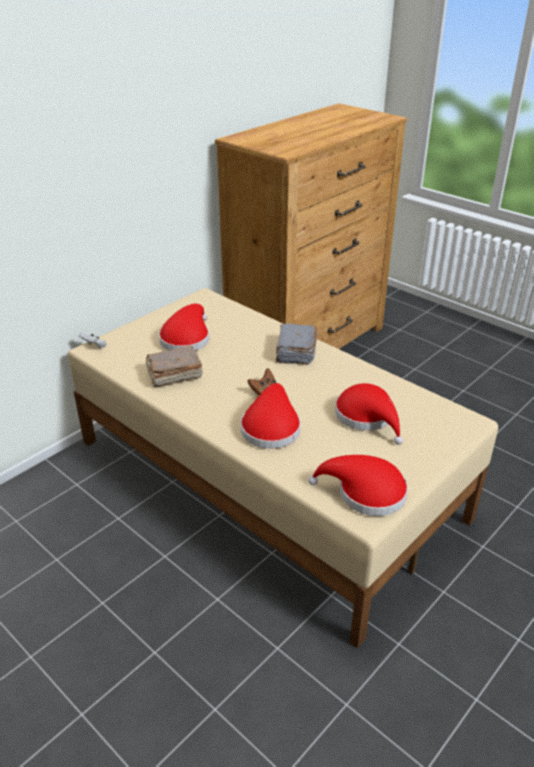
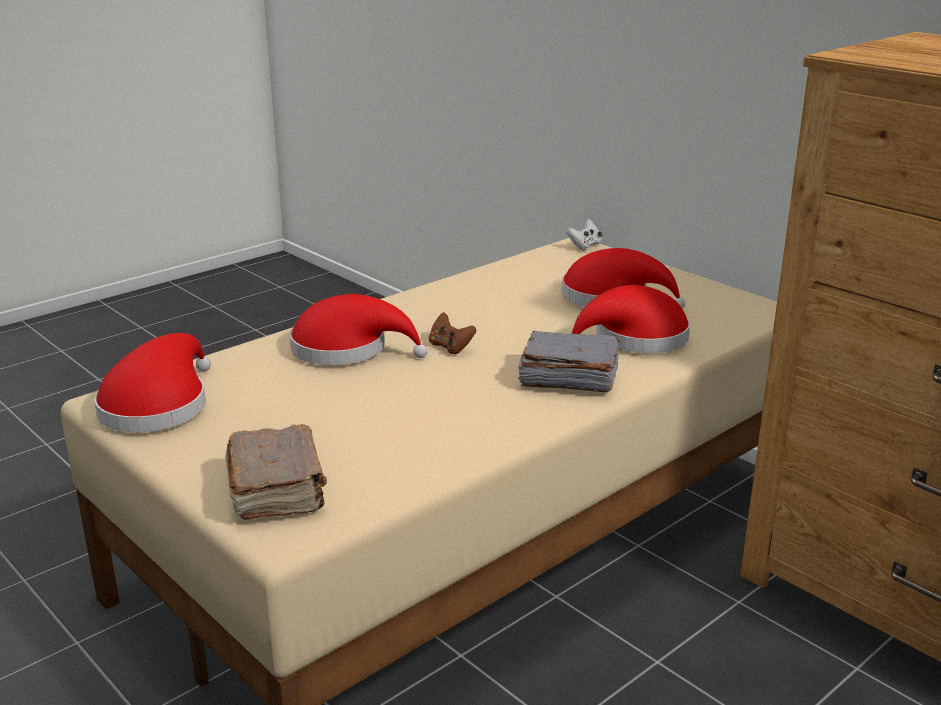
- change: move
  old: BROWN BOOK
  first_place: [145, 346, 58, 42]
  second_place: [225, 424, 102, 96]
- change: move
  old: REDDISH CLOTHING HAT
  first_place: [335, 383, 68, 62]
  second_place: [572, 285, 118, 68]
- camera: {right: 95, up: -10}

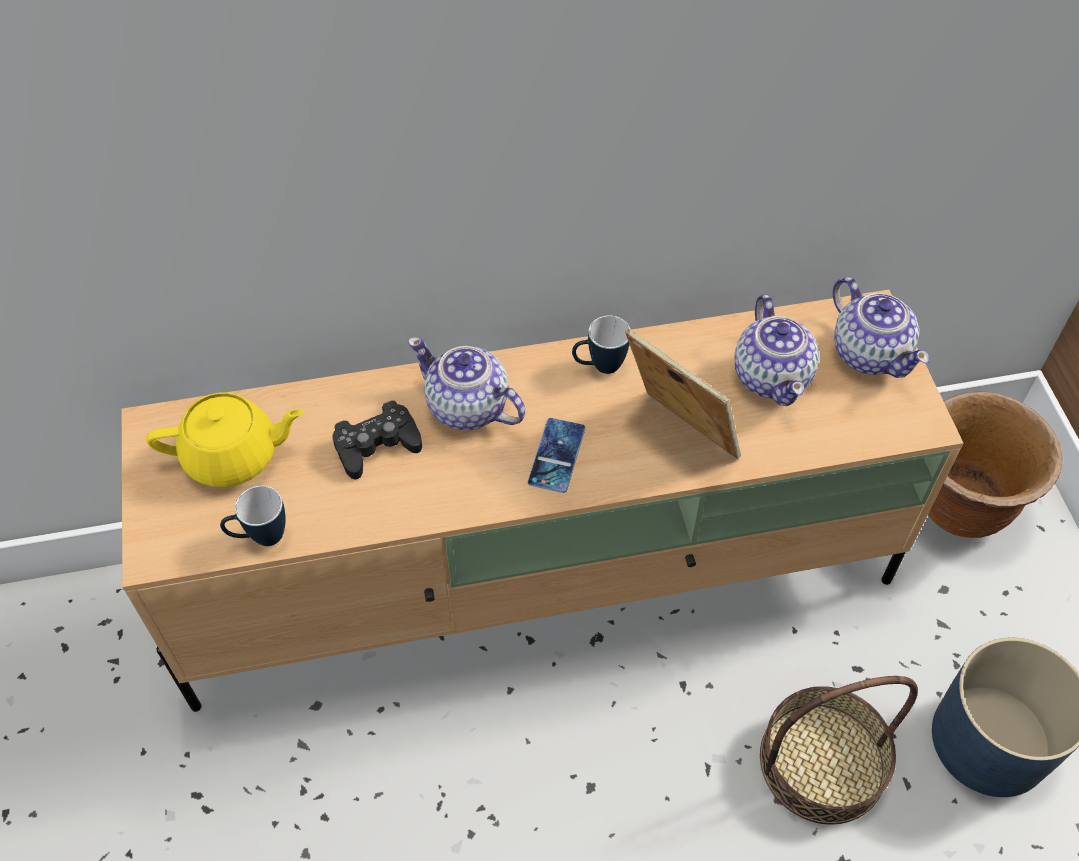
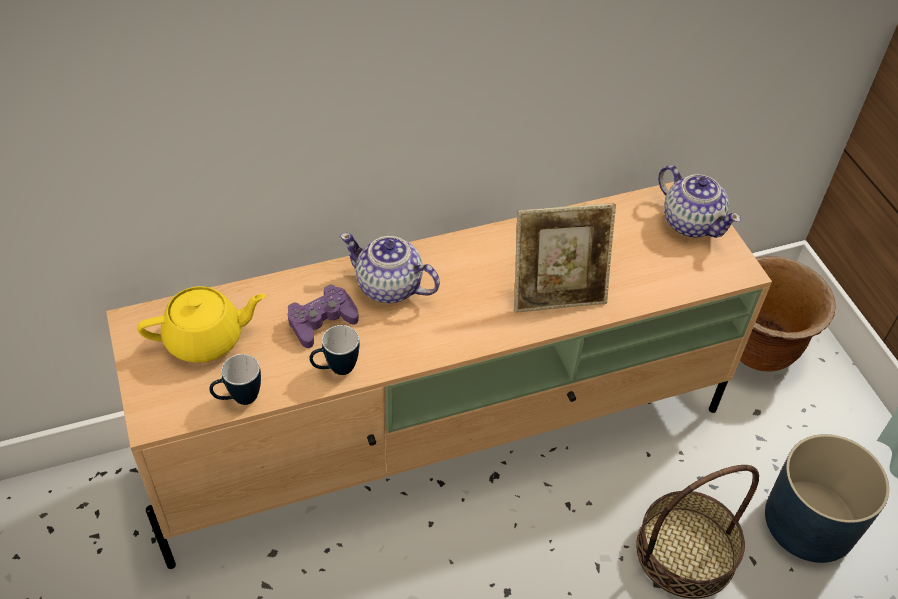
- change: recolor
  old: BLACKISH GAMEPAD
  new: PURPLE GAMEPAD
  first_place: [333, 400, 89, 80]
  second_place: [288, 284, 71, 64]
- change: move
  old: MUG
  first_place: [572, 316, 59, 58]
  second_place: [309, 325, 50, 50]
- change: rotate
  old: STANDING FRAME
  first_place: [625, 329, 116, 130]
  second_place: [514, 203, 102, 110]
  degrees: 135
- change: delete
  old: PHONE
  first_place: [528, 418, 57, 75]
- change: delete
  old: TEA POT
  first_place: [735, 295, 84, 111]
- camera: {right: -10, up: -5}

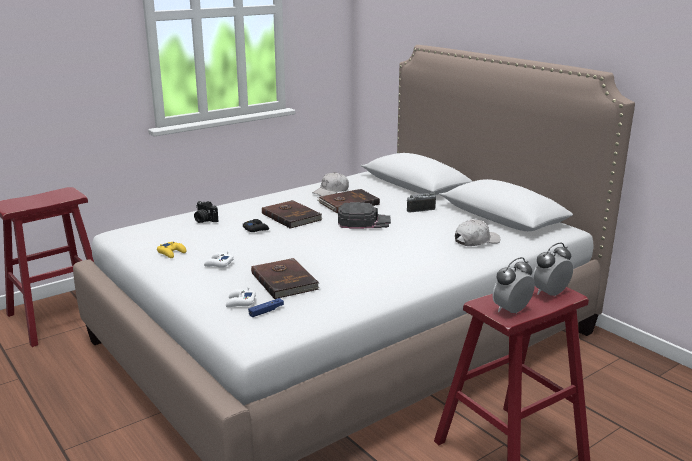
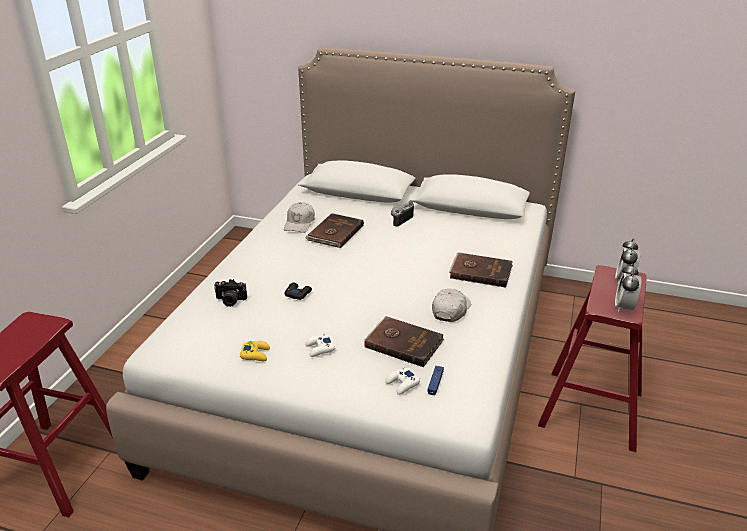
- change: move
  old: WHITE-COLOURED BASEBALL CAP
  first_place: [455, 219, 46, 27]
  second_place: [432, 289, 39, 33]
- change: move
  old: BROWN BOOK
  first_place: [262, 200, 61, 29]
  second_place: [449, 253, 64, 34]
- change: delete
  old: BLACKISH BASEBALL CAP
  first_place: [338, 202, 53, 27]
- camera: {right: -35, up: 10}

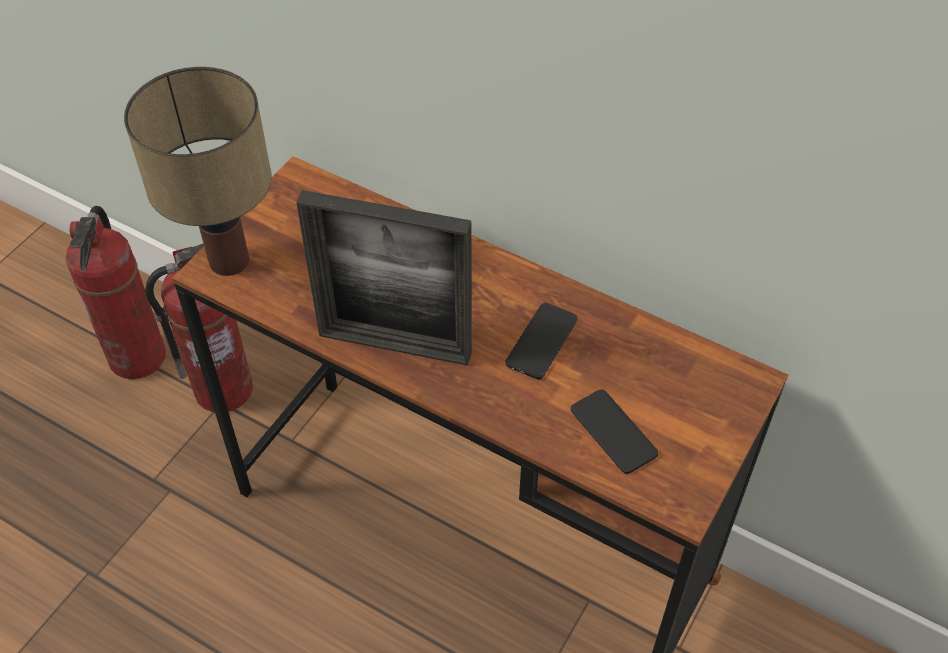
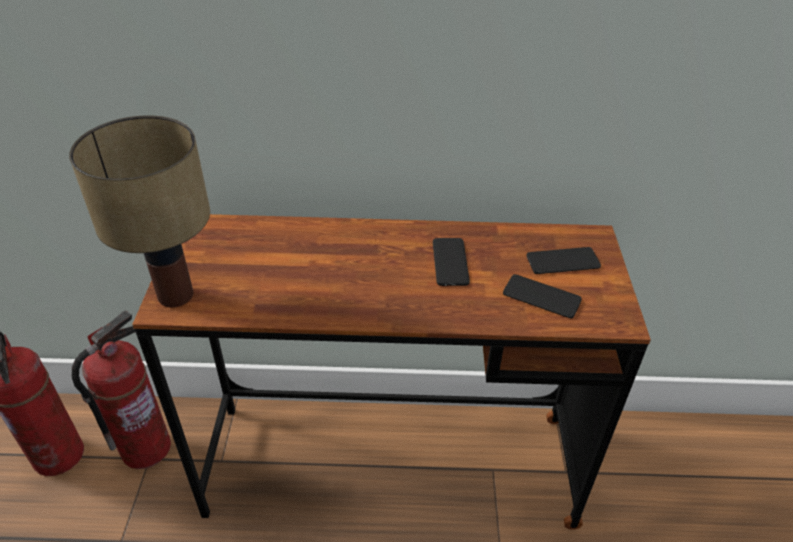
- change: insert
  new: PHONE
  second_place: [526, 247, 75, 27]
- change: delete
  old: STANDING FRAME
  first_place: [296, 190, 176, 176]
- camera: {right: -30, up: -10}

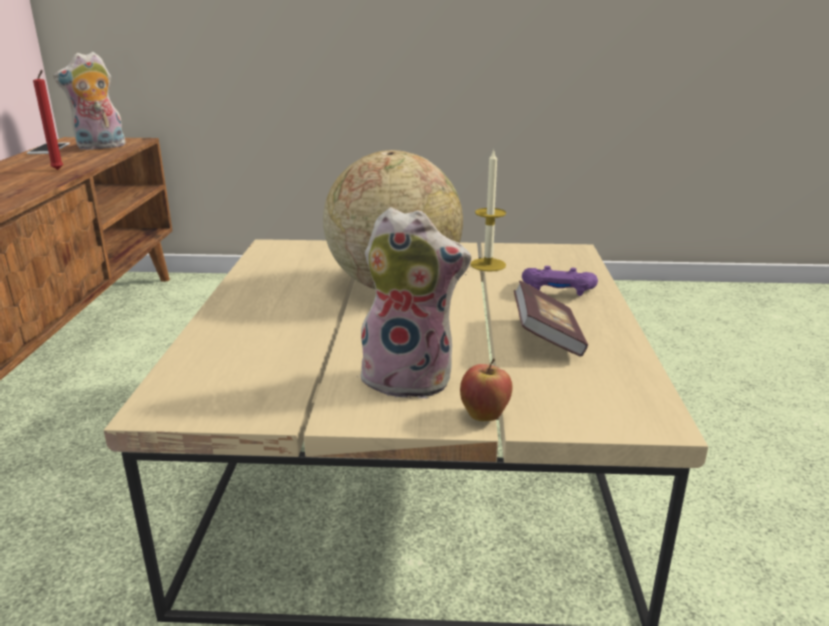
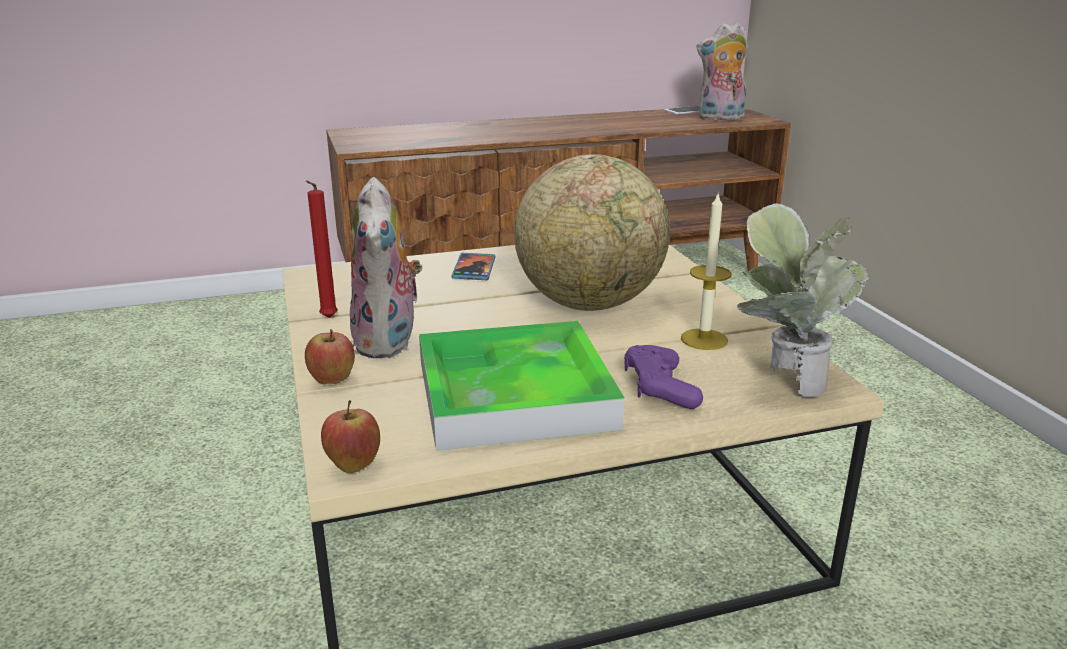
- change: move
  old: REDDISH WAX LIGHT
  first_place: [33, 70, 30, 100]
  second_place: [306, 180, 32, 138]
- change: insert
  new: WHOLE APPLE
  second_place: [321, 400, 59, 73]
- change: replace
  old: BOOK
  new: TRAY
  first_place: [514, 280, 74, 77]
  second_place: [419, 321, 206, 130]
- change: insert
  new: PHONE
  second_place: [451, 253, 44, 27]
- change: rotate
  old: SOFT TOY
  first_place: [53, 52, 73, 98]
  second_place: [696, 23, 52, 97]
  degrees: -45
- change: insert
  new: HOUSEPLANT
  second_place: [737, 203, 132, 195]
- camera: {right: 70, up: 0}

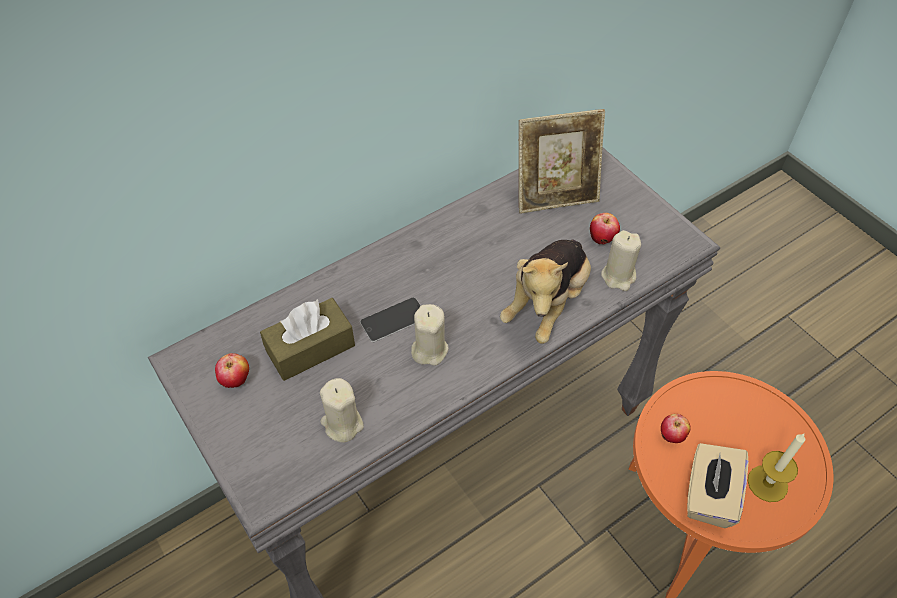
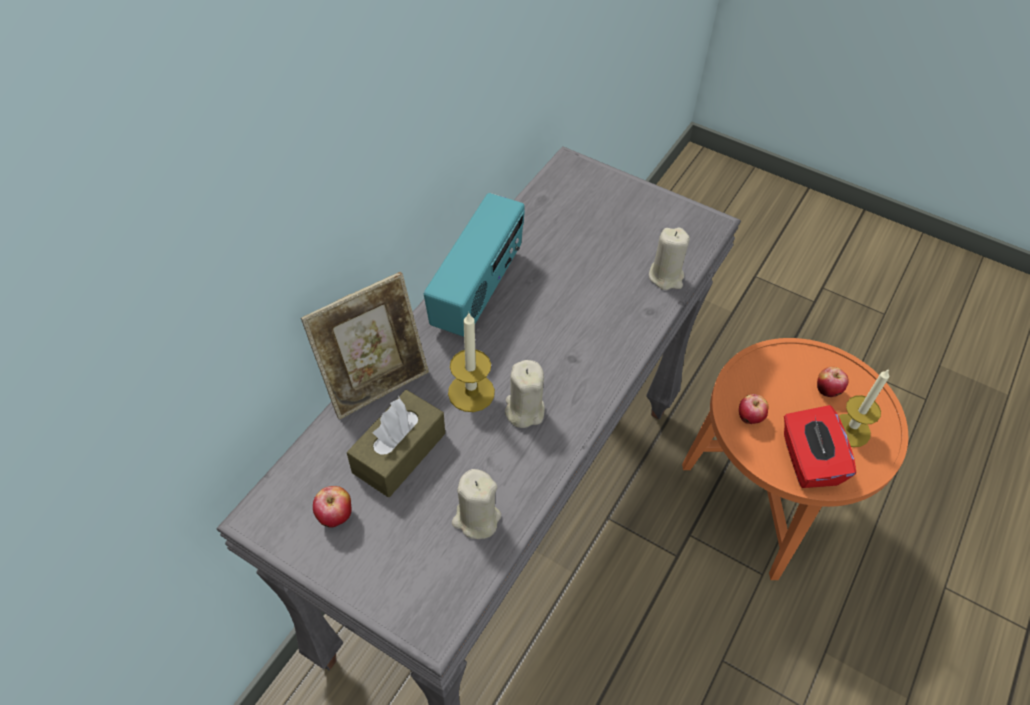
- change: move
  old: STANDING FRAME
  first_place: [519, 109, 86, 104]
  second_place: [301, 272, 128, 148]
- change: insert
  new: RADIO
  second_place: [424, 193, 101, 144]
- change: replace
  old: PHONE
  new: WAX LIGHT
  first_place: [360, 297, 61, 45]
  second_place: [448, 312, 47, 100]
- change: recolor
  old: BEIGE-COLOURED TISSUE HOLDER
  new: REDDISH TISSUE HOLDER
  first_place: [687, 443, 61, 85]
  second_place: [784, 405, 72, 83]
- change: move
  old: WHOLE APPLE
  first_place: [590, 213, 30, 32]
  second_place: [817, 367, 32, 30]
- change: delete
  old: SOFT TOY
  first_place: [500, 239, 91, 105]
- camera: {right: -25, up: 0}

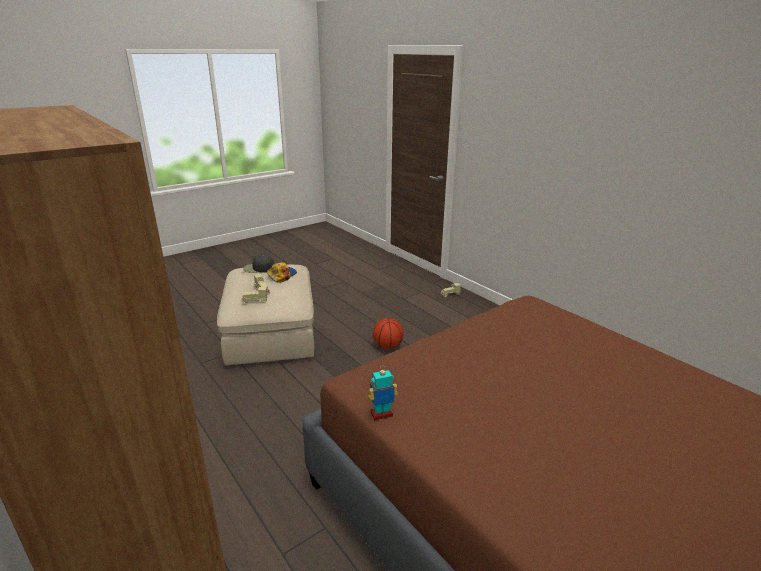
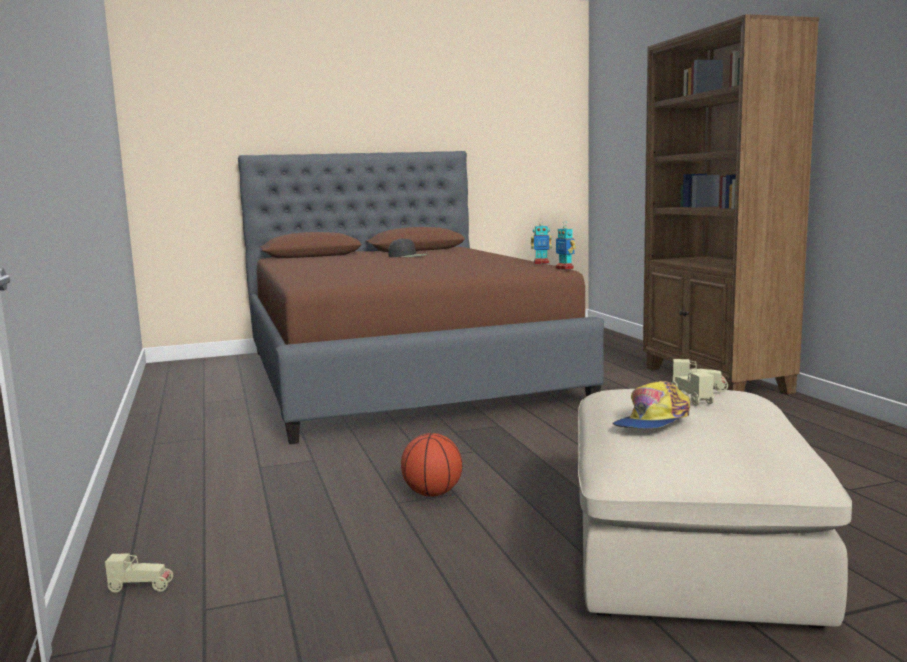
- change: move
  old: BLACKISH BASEBALL CAP
  first_place: [243, 255, 32, 18]
  second_place: [388, 238, 39, 19]
- change: insert
  new: MODEL ROBOT
  second_place: [556, 222, 20, 48]
- camera: {right: -160, up: -15}

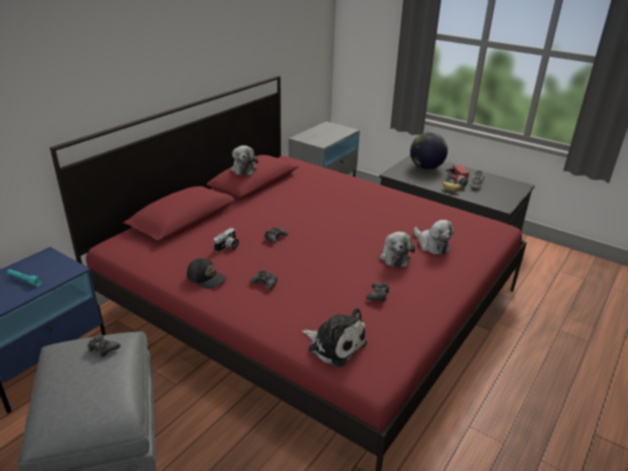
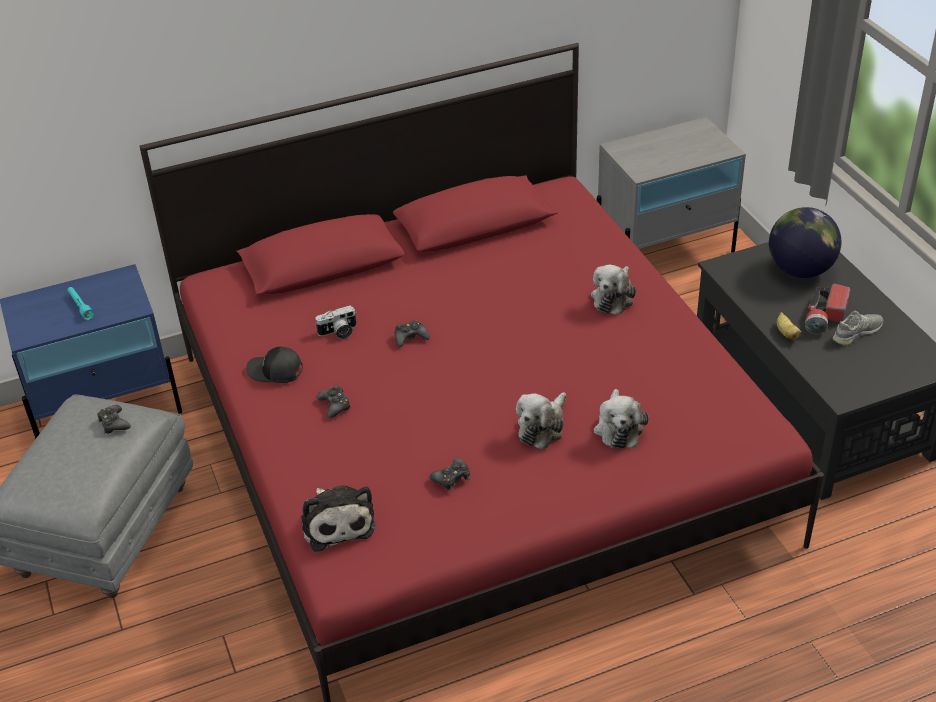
- change: rotate
  old: BLACKISH BASEBALL CAP
  first_place: [187, 258, 40, 30]
  second_place: [246, 347, 57, 36]
  degrees: 135
- change: move
  old: SOFT TOY
  first_place: [231, 145, 27, 30]
  second_place: [591, 265, 45, 50]
- camera: {right: 35, up: 10}

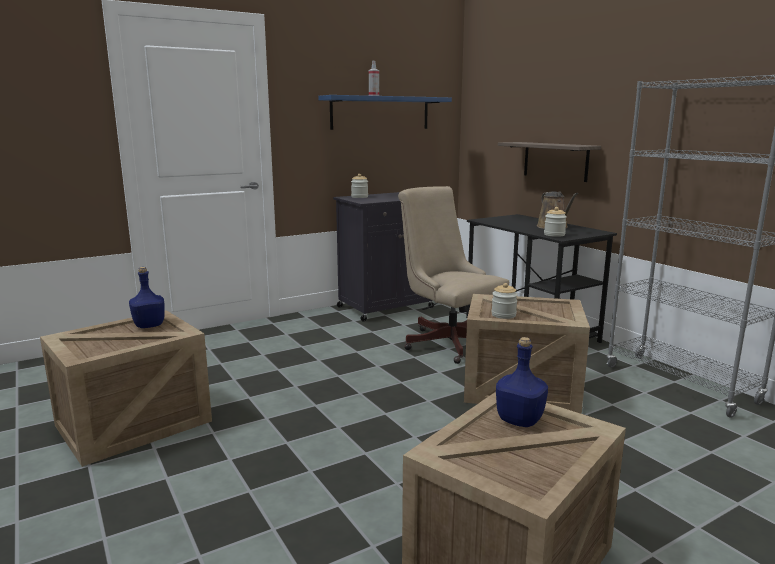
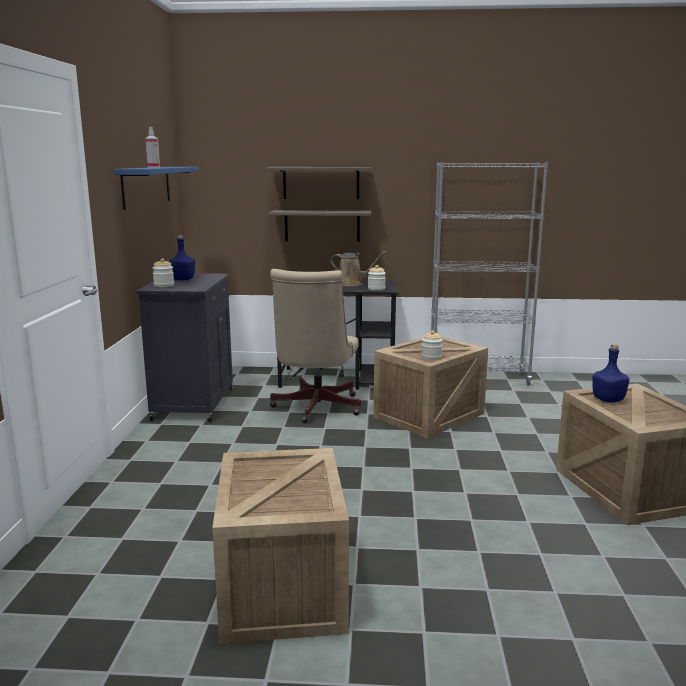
- change: move
  old: BLUISH BOTTLE
  first_place: [129, 267, 36, 61]
  second_place: [169, 235, 26, 45]
- change: insert
  new: SHELF
  second_place: [267, 167, 104, 32]
- change: rotate
  old: BEIGE-COLOURED OFFICE CHAIR
  first_place: [398, 186, 111, 178]
  second_place: [270, 269, 91, 154]
  degrees: -75
- camera: {right: -55, up: 0}

